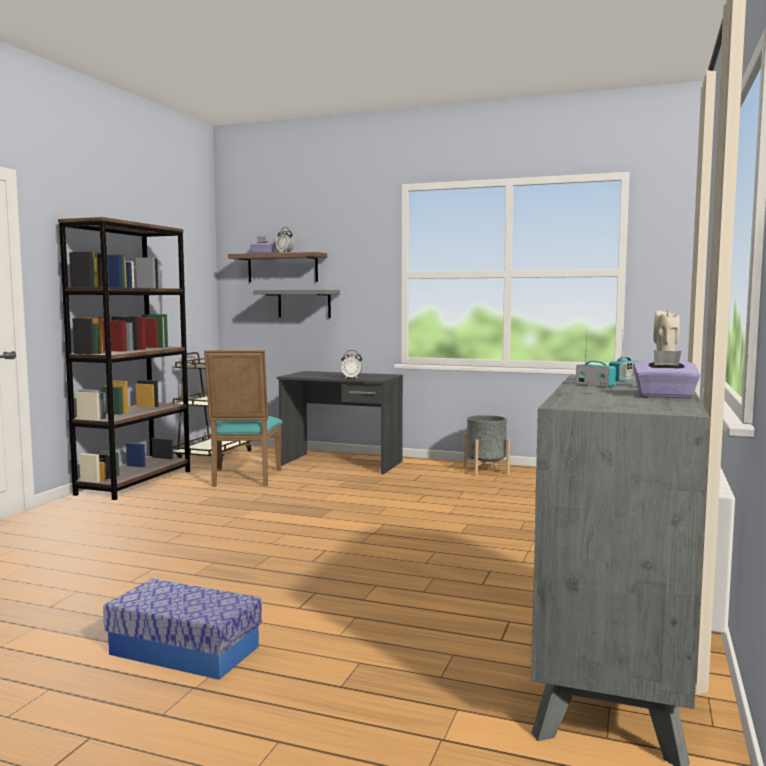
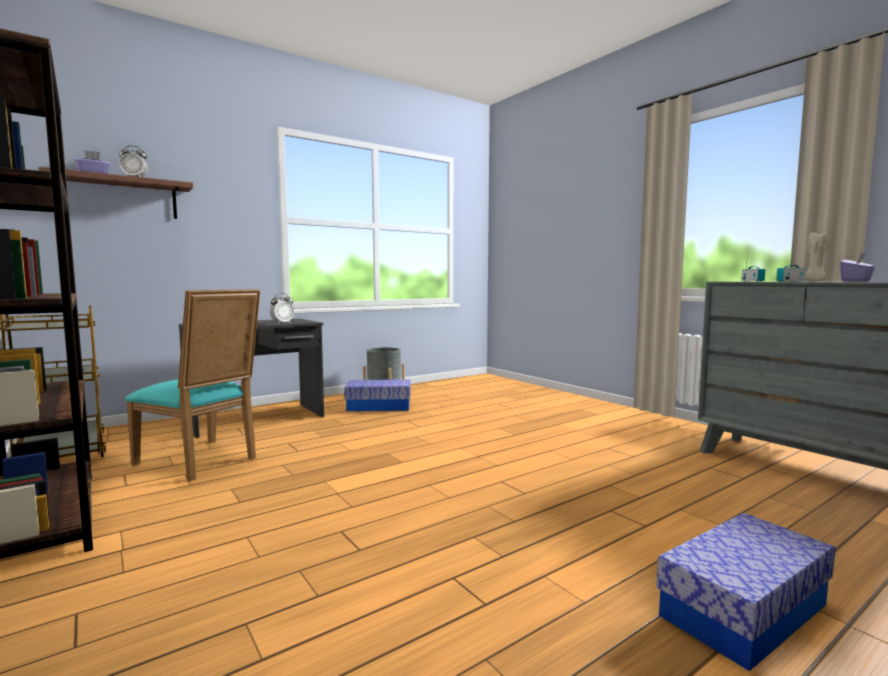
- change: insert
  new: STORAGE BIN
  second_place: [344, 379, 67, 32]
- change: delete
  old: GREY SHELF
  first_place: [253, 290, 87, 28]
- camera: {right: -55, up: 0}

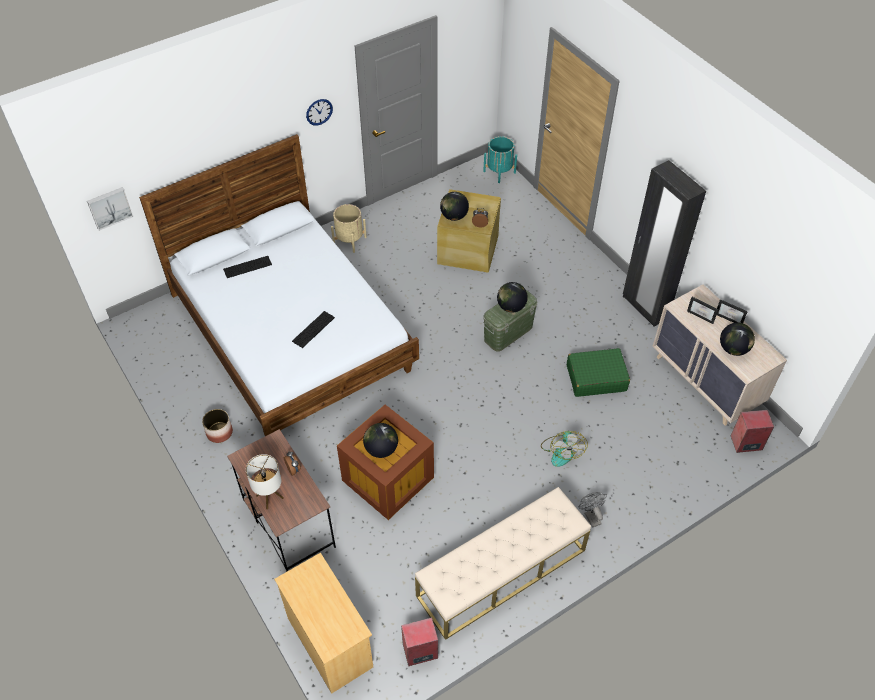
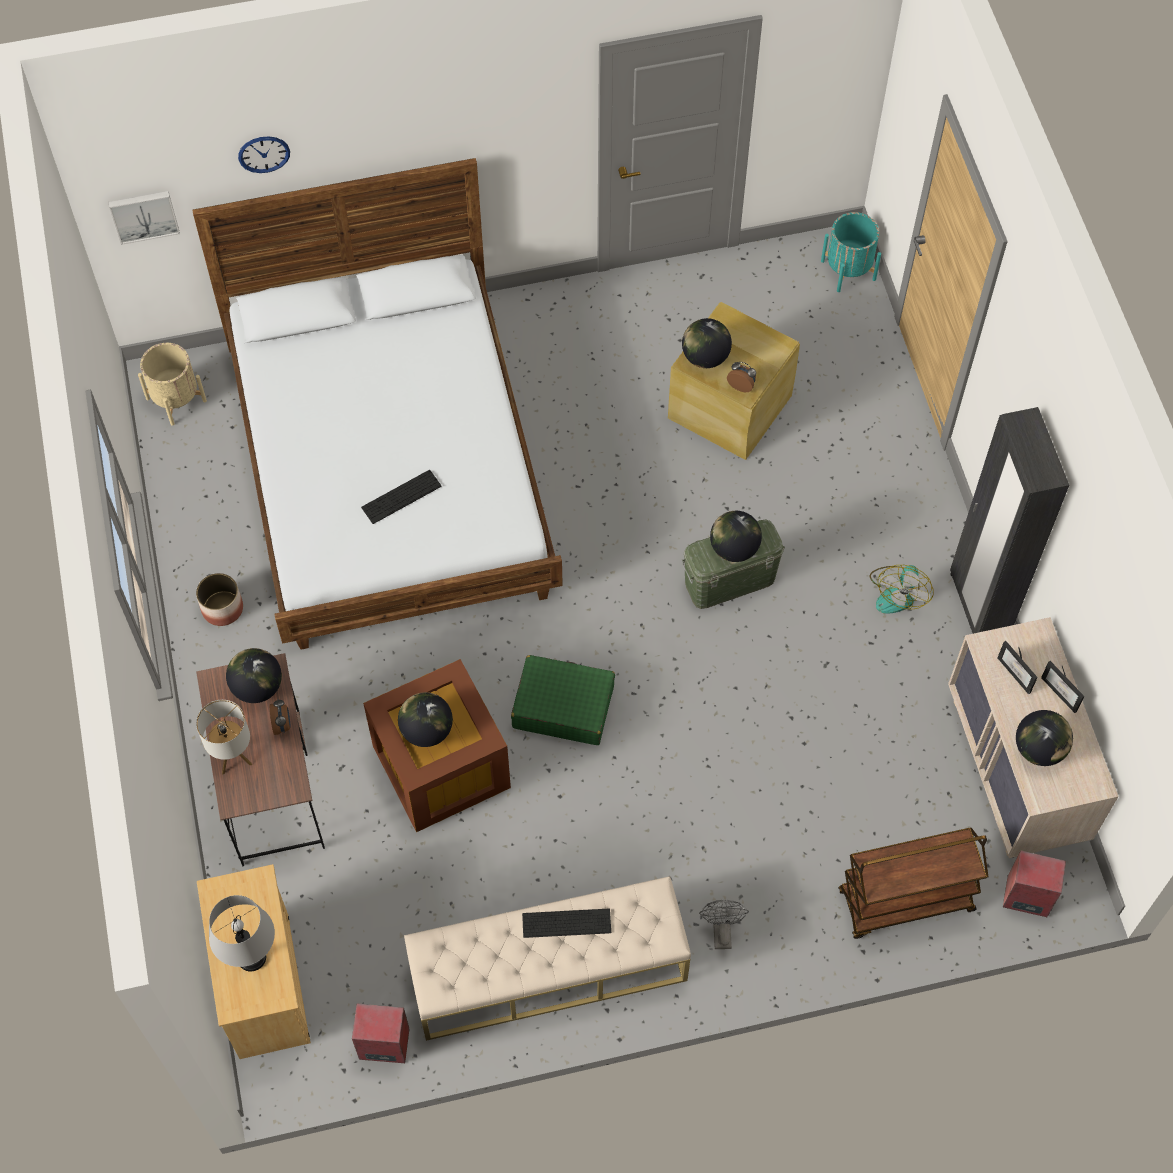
- change: move
  old: BEIGE-COLOURED PLANTER
  first_place: [331, 204, 36, 49]
  second_place: [138, 343, 69, 83]
- change: insert
  new: GREY TABLETOP LAMP
  second_place: [209, 895, 66, 76]
- change: insert
  new: DESK GLOBE
  second_place: [226, 648, 56, 55]
- change: move
  old: WALL CLOCK
  first_place: [306, 99, 27, 27]
  second_place: [238, 136, 52, 37]
- change: move
  old: GREEN PIECE OF LUGGAGE
  first_place: [567, 348, 63, 49]
  second_place: [511, 655, 104, 90]
- change: move
  old: KEYBOARD
  first_place: [223, 256, 49, 22]
  second_place: [522, 909, 89, 29]
- change: insert
  new: BROWN CART
  second_place: [838, 828, 150, 111]
- change: move
  old: FAN
  first_place: [541, 431, 47, 36]
  second_place: [870, 565, 64, 49]
- camera: {right: 20, up: 10}

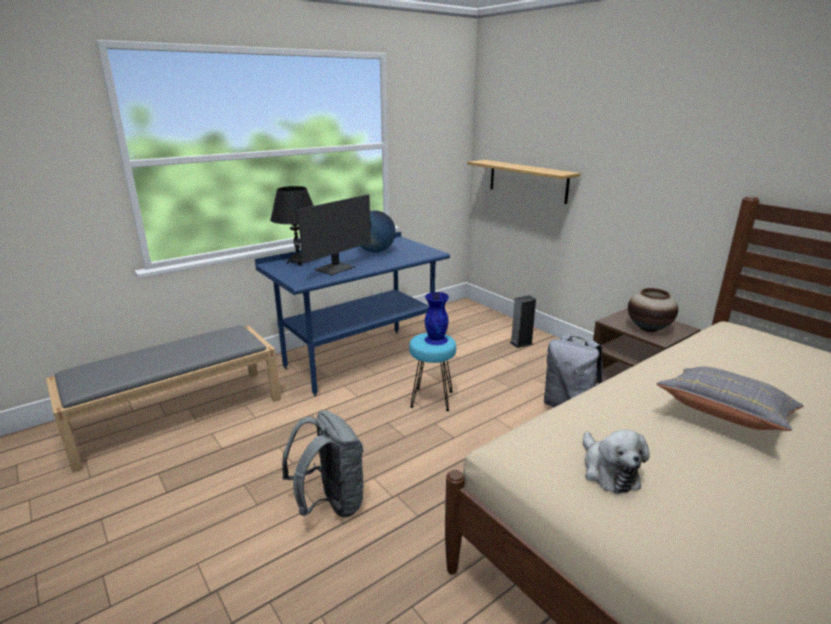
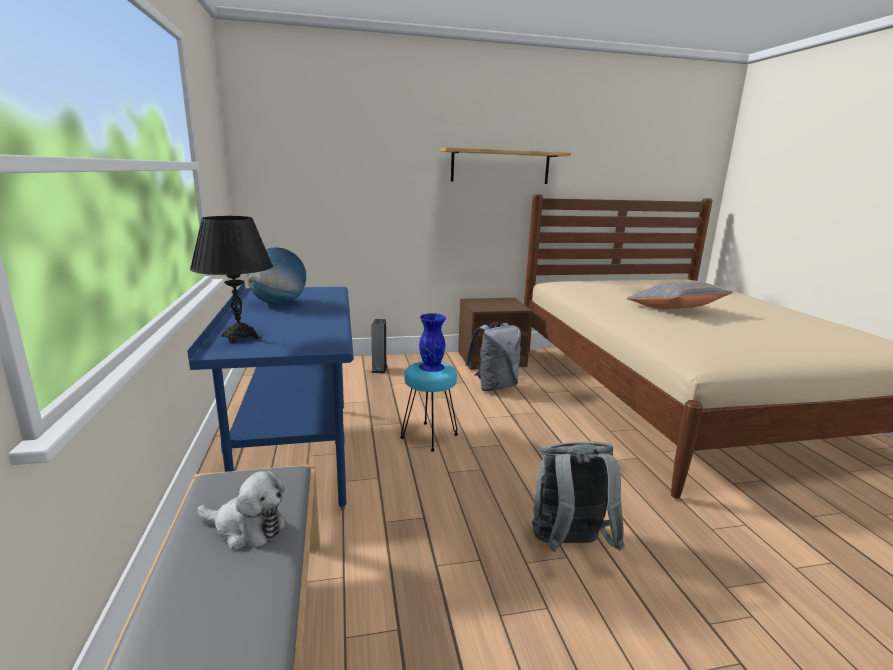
- change: move
  old: SOFT TOY
  first_place: [583, 430, 67, 64]
  second_place: [197, 471, 89, 79]
- change: move
  old: SHELF
  first_place: [467, 160, 114, 44]
  second_place: [440, 148, 131, 36]
- change: delete
  old: COMPUTER SCREEN
  first_place: [297, 194, 74, 81]
- change: delete
  old: DECORATIVE VASE
  first_place: [628, 288, 50, 44]
- camera: {right: -65, up: -5}

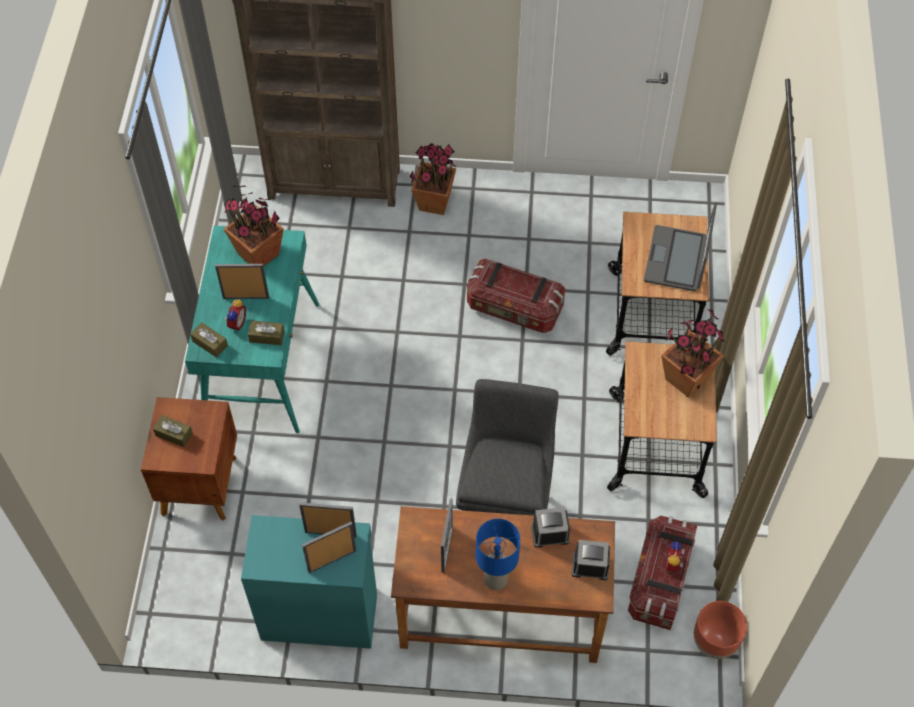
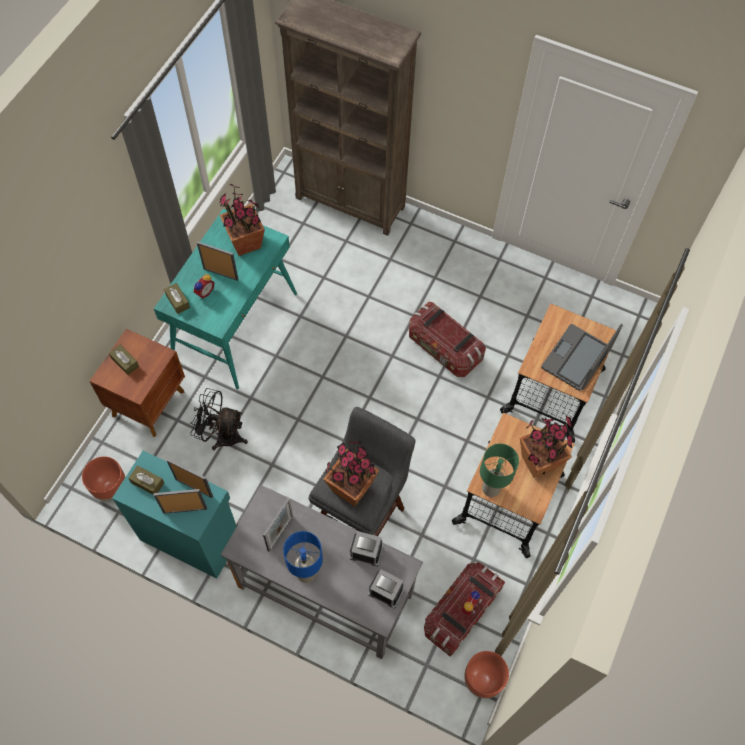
- change: insert
  new: BROWN PLANTER
  second_place: [82, 456, 43, 45]
- change: move
  old: BROWN TISSUE HOLDER
  first_place: [248, 320, 37, 25]
  second_place: [128, 465, 36, 30]
- change: insert
  new: BLACKISH FAN
  second_place: [190, 388, 58, 62]
- change: recolor
  old: BROWN DESK
  new: GREY DESK
  first_place: [391, 506, 224, 157]
  second_place: [221, 485, 202, 174]
- change: move
  old: HOUSEPLANT
  first_place: [410, 143, 47, 72]
  second_place: [324, 441, 55, 66]
- change: insert
  new: GREEN TABLETOP LAMP
  second_place: [480, 444, 39, 53]
- camera: {right: 20, up: 5}

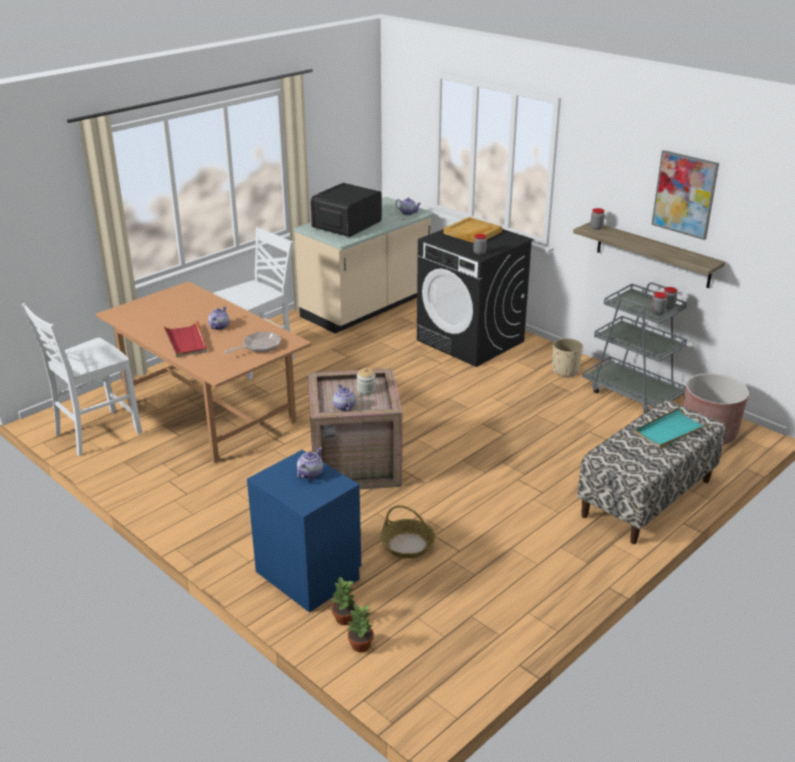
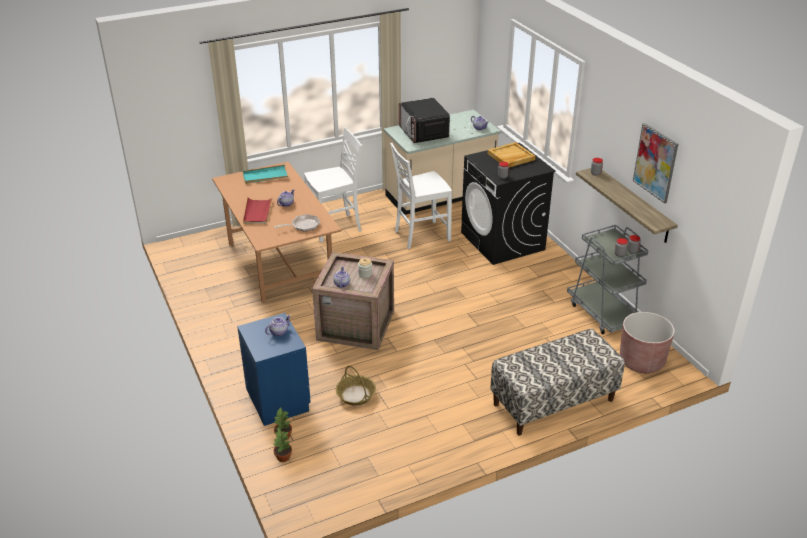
- change: move
  old: TURQUOISE-COLOURED TRAY
  first_place: [634, 407, 75, 42]
  second_place: [243, 165, 45, 19]
- change: move
  old: WHITE-COLOURED PLAIN CHAIR
  first_place: [22, 303, 120, 153]
  second_place: [390, 143, 62, 106]
- change: rotate
  old: MICROWAVE OVEN
  first_place: [310, 183, 72, 54]
  second_place: [399, 98, 51, 45]
  degrees: -75
- change: delete
  old: BEIGE-COLOURED PLANTER
  first_place: [552, 338, 31, 40]
- camera: {right: 20, up: 5}

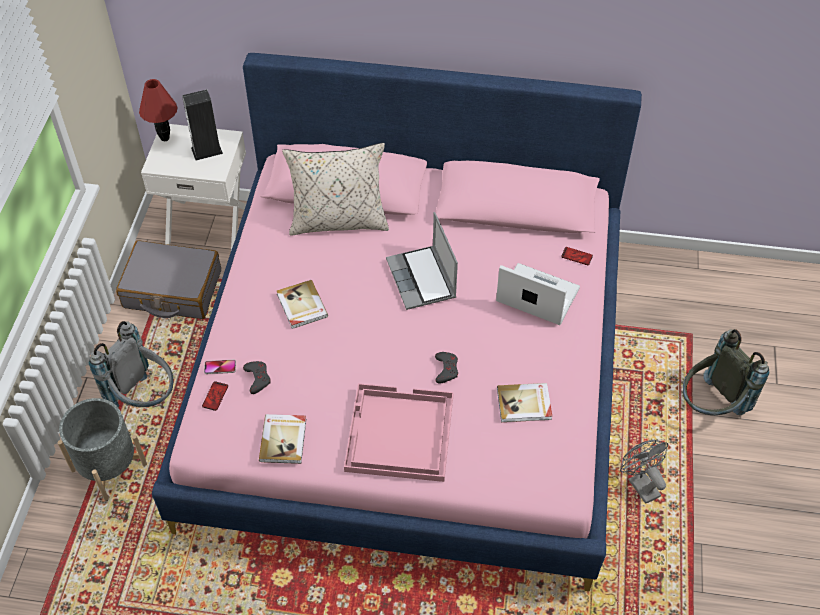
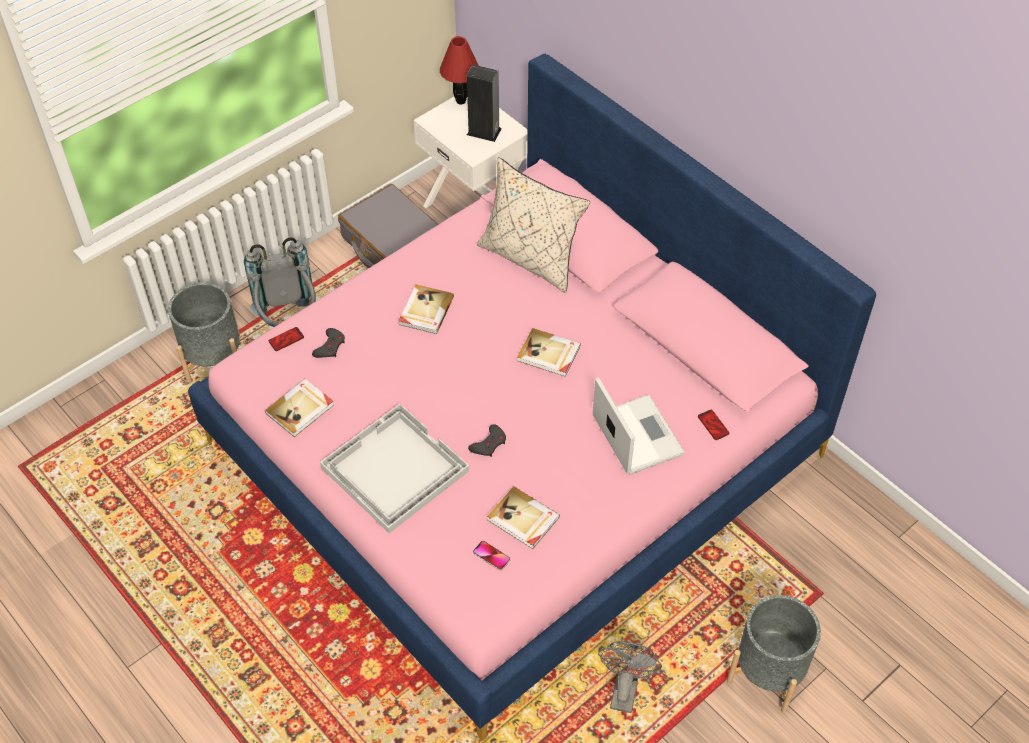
- change: recolor
  old: PINK-COLOURED TRAY
  new: WHITE-COLOURED TRAY
  first_place: [344, 383, 110, 99]
  second_place: [320, 404, 149, 129]
- change: move
  old: PHONE
  first_place: [204, 360, 32, 14]
  second_place: [473, 540, 38, 31]
- change: replace
  old: PORTABLE COMPUTER
  new: BOOK
  first_place: [386, 212, 72, 98]
  second_place: [517, 328, 64, 49]
- change: replace
  old: GREY KNAPSACK
  new: GREY PLANTER
  first_place: [683, 329, 86, 86]
  second_place: [727, 595, 95, 118]
- camera: {right: 40, up: 0}

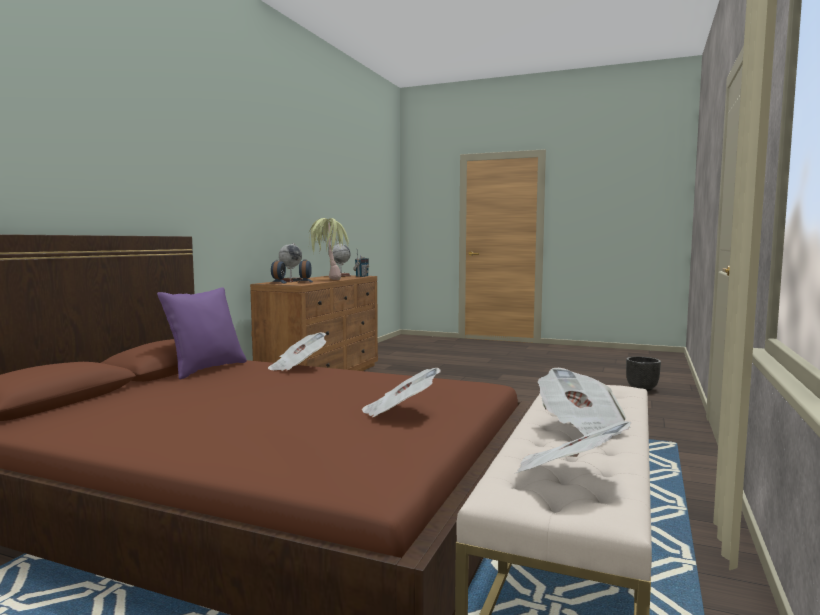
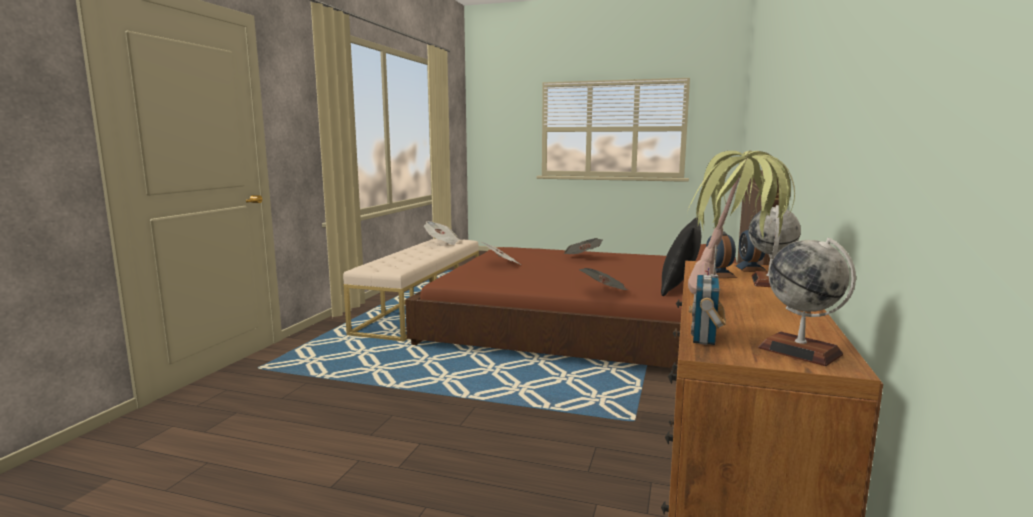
- change: move
  old: PRINTED PAPER
  first_place: [538, 368, 92, 75]
  second_place: [564, 238, 39, 16]
- change: recolor
  old: PURPLE THROW PILLOW
  new: BLACKISH THROW PILLOW
  first_place: [157, 287, 90, 93]
  second_place: [661, 217, 40, 79]
- change: delete
  old: BLACKISH PLANTER
  first_place: [626, 357, 35, 34]
- camera: {right: 175, up: 5}

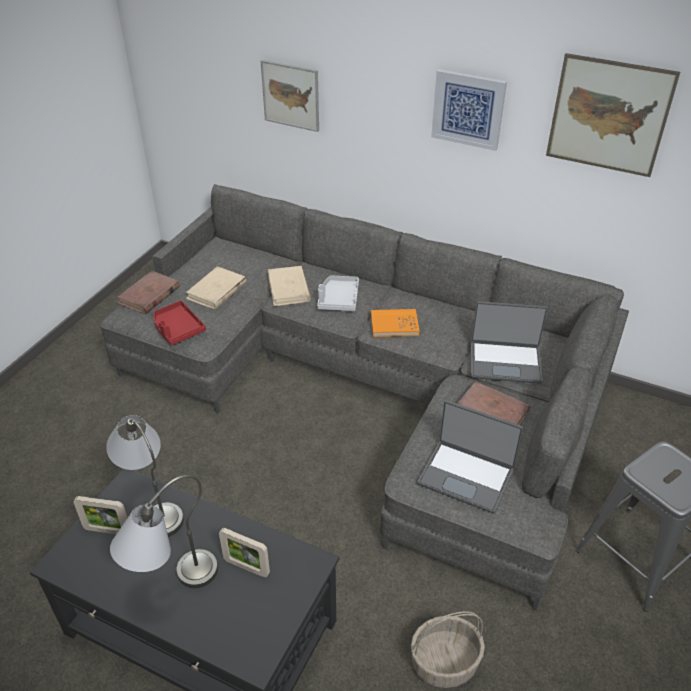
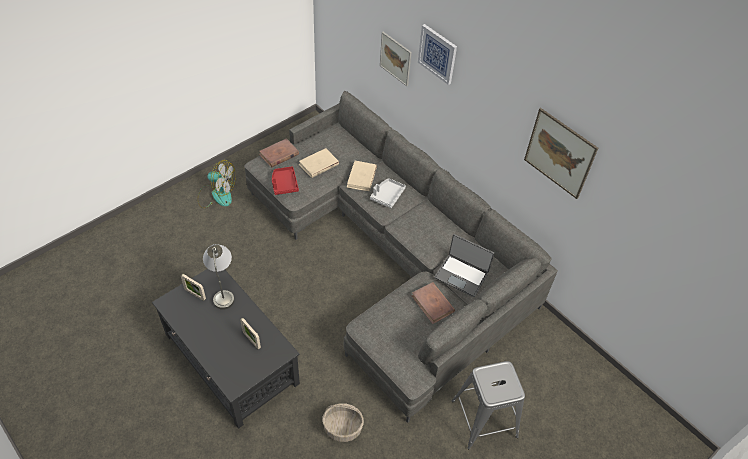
- change: insert
  new: FAN
  second_place: [197, 160, 39, 48]
- change: move
  old: WALL ART
  first_place: [431, 69, 76, 82]
  second_place: [418, 24, 39, 61]
- change: delete
  old: GREY TABLETOP LAMP
  first_place: [110, 475, 108, 113]
- change: delete
  old: ORANGE BOOK
  first_place: [371, 309, 48, 28]
- change: delete
  old: PORTABLE COMPUTER
  first_place: [418, 400, 105, 113]
- camera: {right: 20, up: 10}

